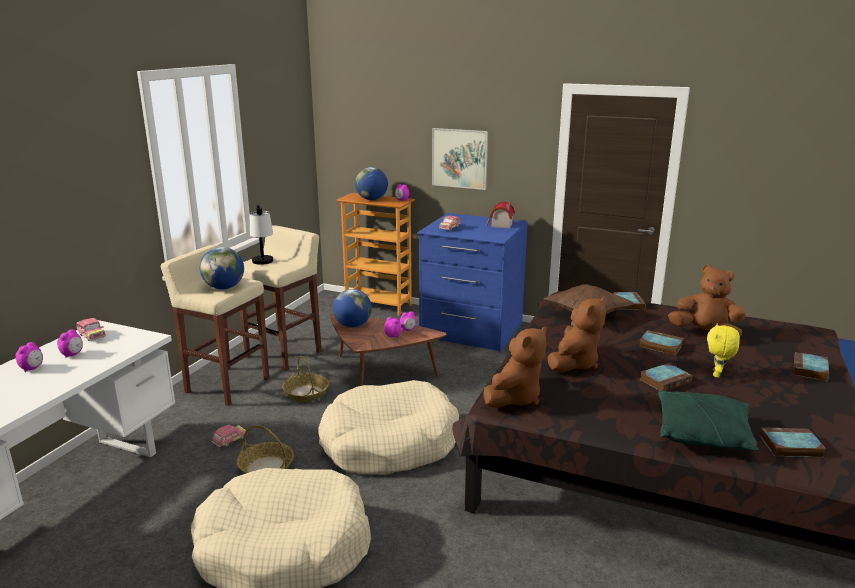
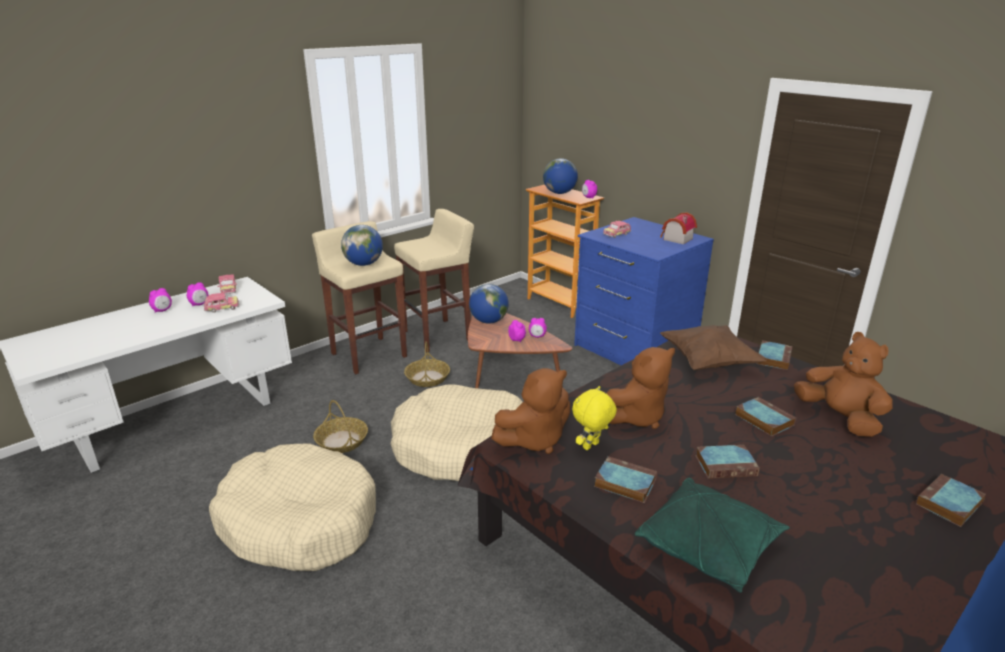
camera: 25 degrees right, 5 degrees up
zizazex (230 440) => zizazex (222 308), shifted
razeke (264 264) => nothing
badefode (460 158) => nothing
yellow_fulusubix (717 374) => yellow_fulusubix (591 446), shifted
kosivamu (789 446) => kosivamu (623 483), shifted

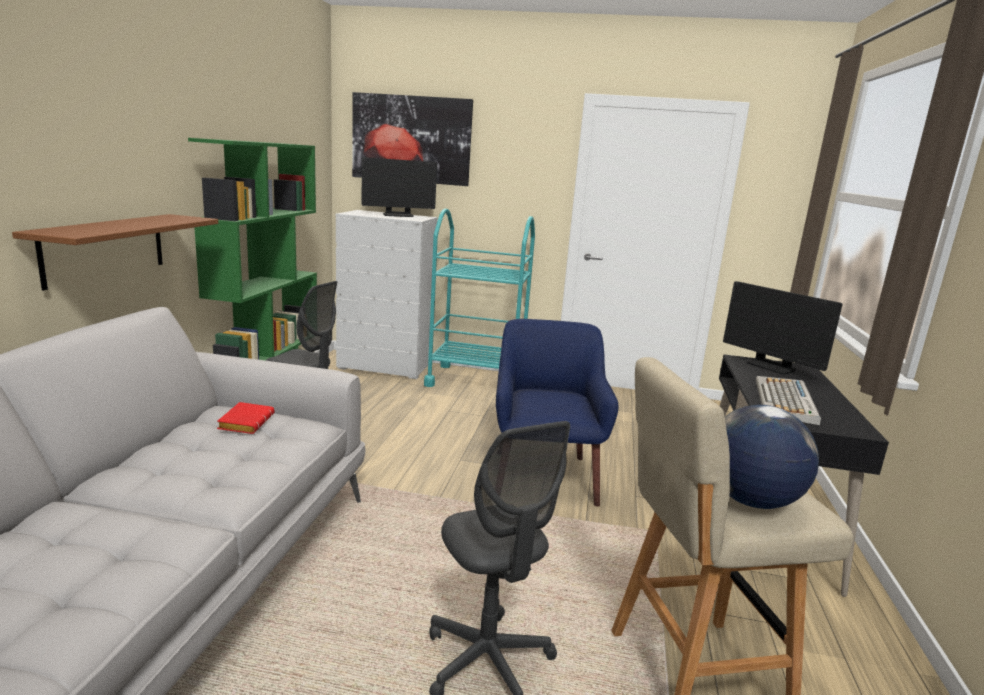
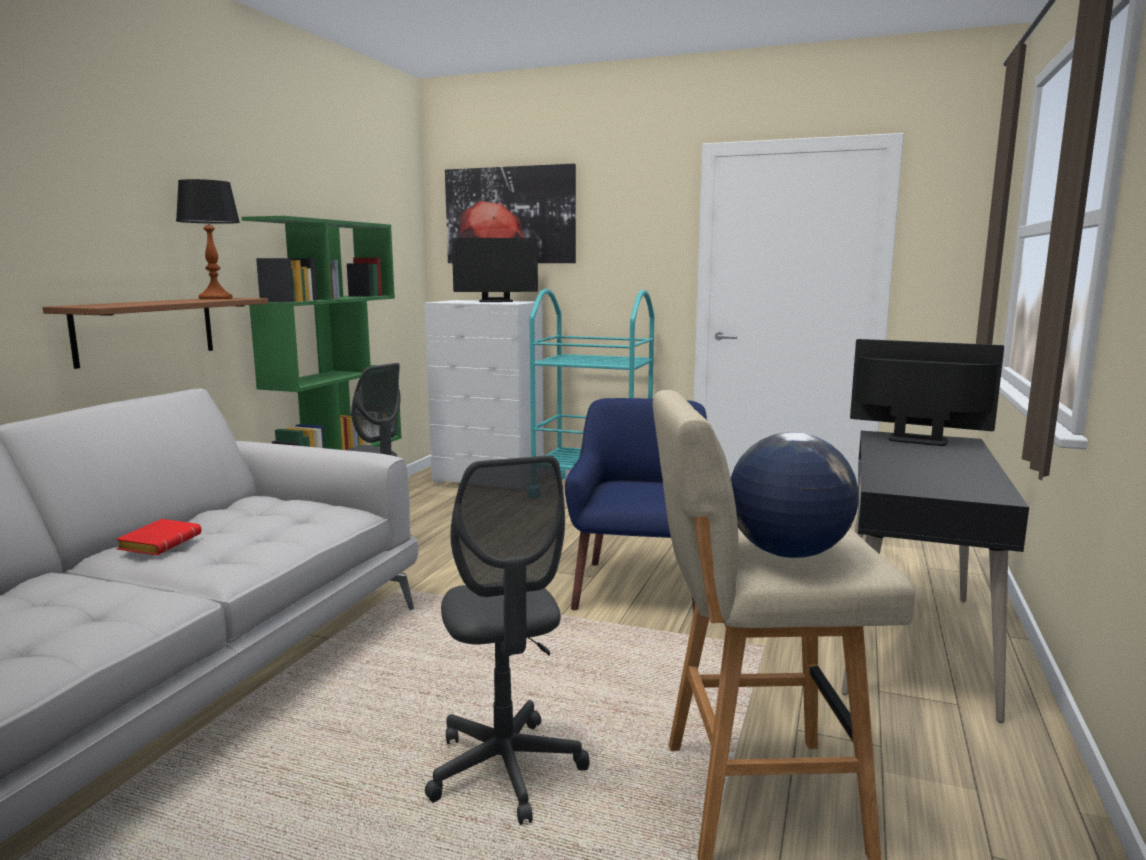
camera: 10 degrees right, 5 degrees down
red_kosivamu (245 422) => red_kosivamu (160 543), shifted
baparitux (770 366) => baparitux (917 440), 150 degrees clockwise
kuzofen (785 401) => nothing
nothing => razeke (215 298)

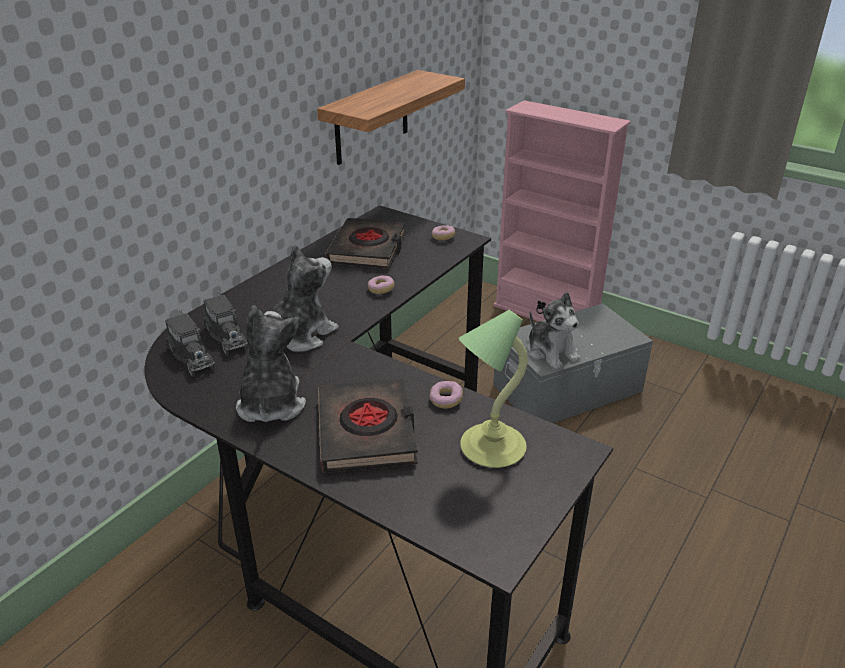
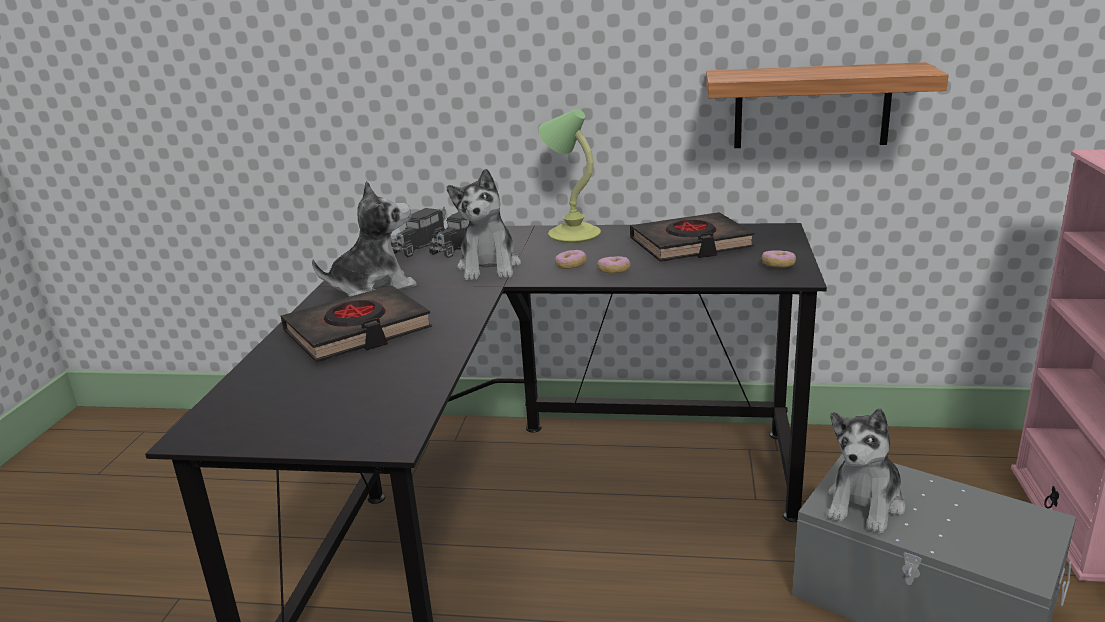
camera: 65 degrees right, 10 degrees down
fulusubix (300 335) => fulusubix (489 267), 75 degrees clockwise
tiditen (446 400) => tiditen (571 266), shifted
razeke (490 447) => razeke (573 234), shifted

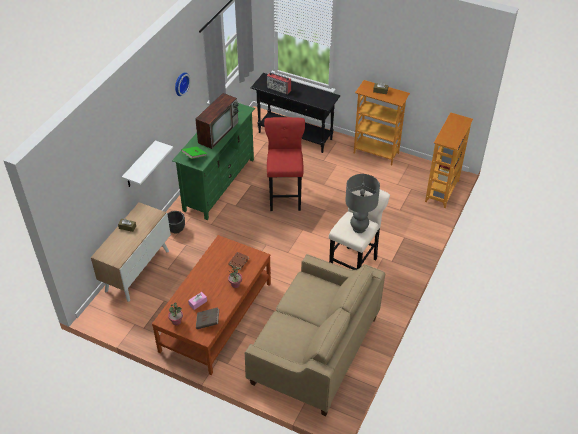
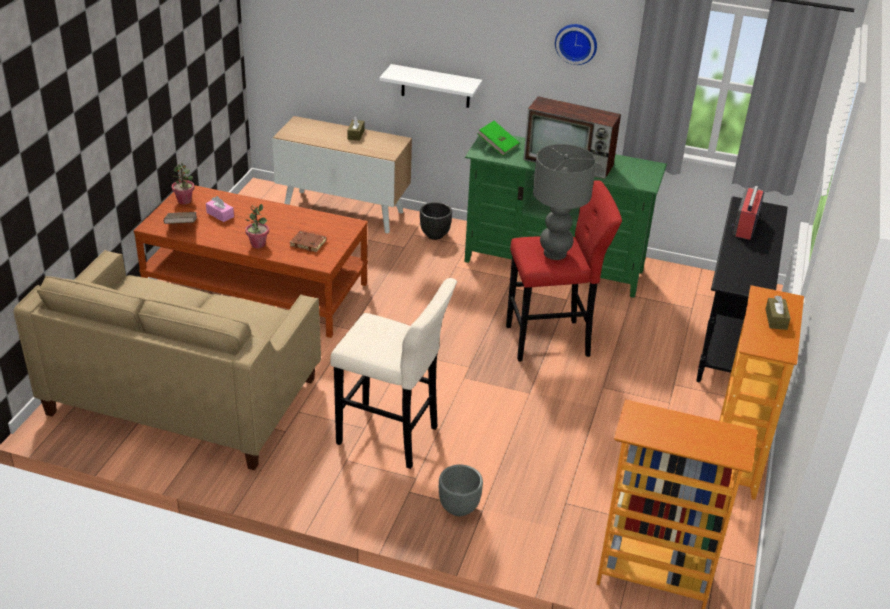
camera: 80 degrees right, 10 degrees down
grey_razeke (359 228) => grey_razeke (555 253), shifted
nothing => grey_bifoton (459 508)

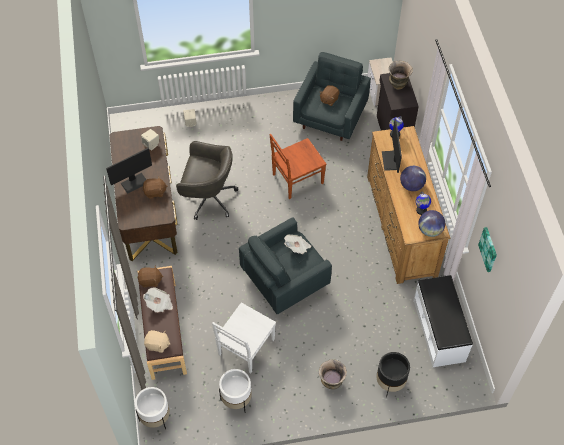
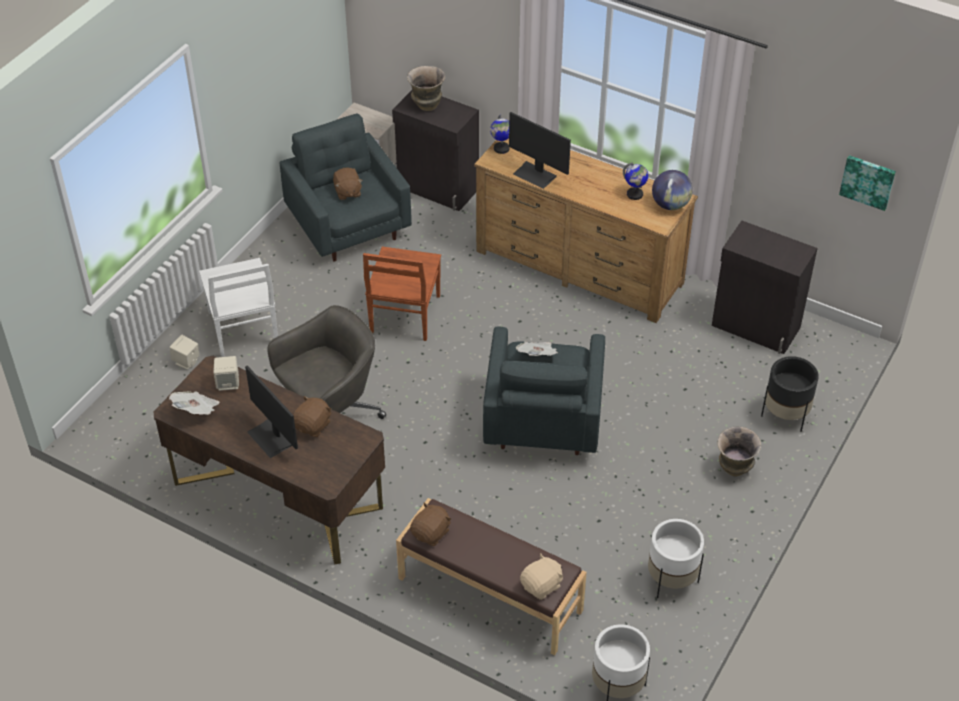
camera: 50 degrees left, 10 degrees down
baparitux (134 182) => baparitux (271 438), 135 degrees clockwise
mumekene (159 304) => mumekene (196 410), shifted
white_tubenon (245 348) => white_tubenon (243 329), shifted
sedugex (411 185) => nothing
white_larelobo (439 330) => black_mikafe (755 327)
badefode (489 249) => badefode (867 181), shifted

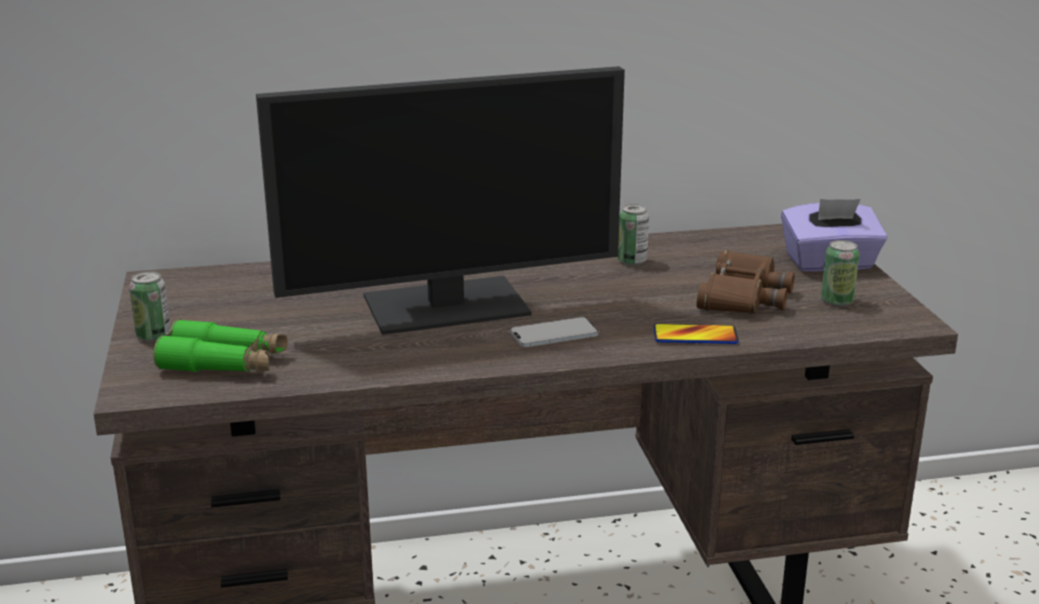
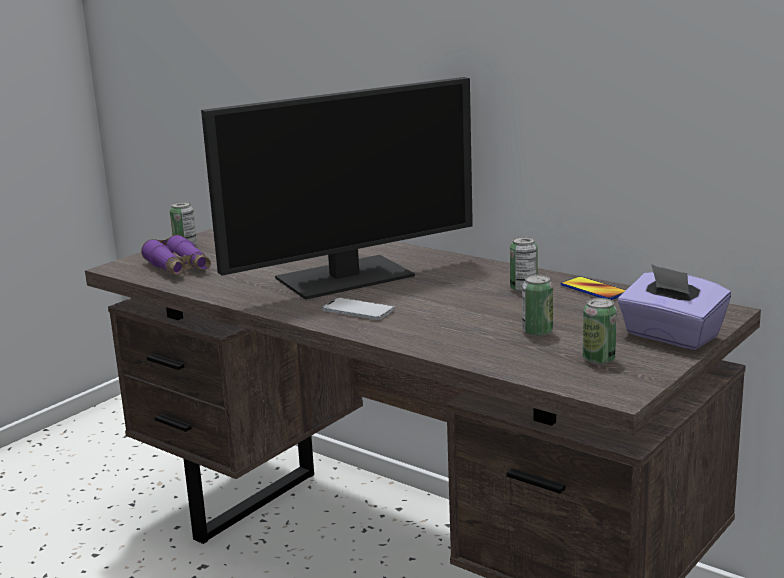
camera: 50 degrees right, 5 degrees down
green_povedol (224 363) => purple_povedol (178 268)
baparitux (448 305) => baparitux (346 277), 60 degrees counterclockwise
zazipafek (695 336) => zazipafek (594 290), shifted
brown_povedol (742 296) => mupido (537 332)

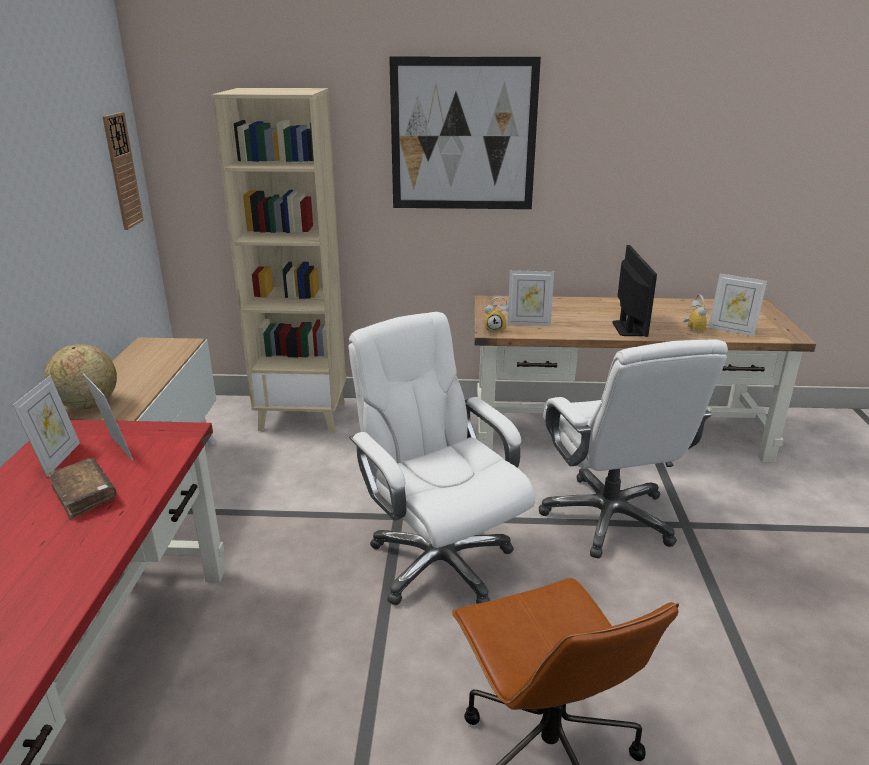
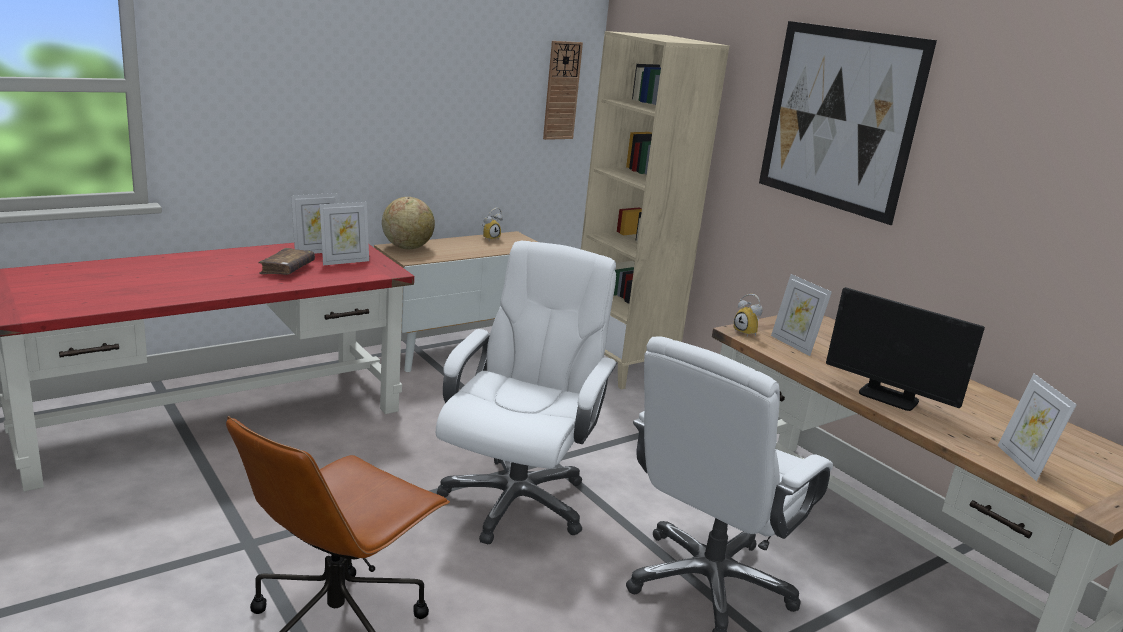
camera: 50 degrees right, 5 degrees down
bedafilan (115 450) => bedafilan (344 261), 45 degrees clockwise
baparitux (628 328) => baparitux (888 397), 75 degrees clockwise
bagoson (691 330) => bagoson (490 238), shifted

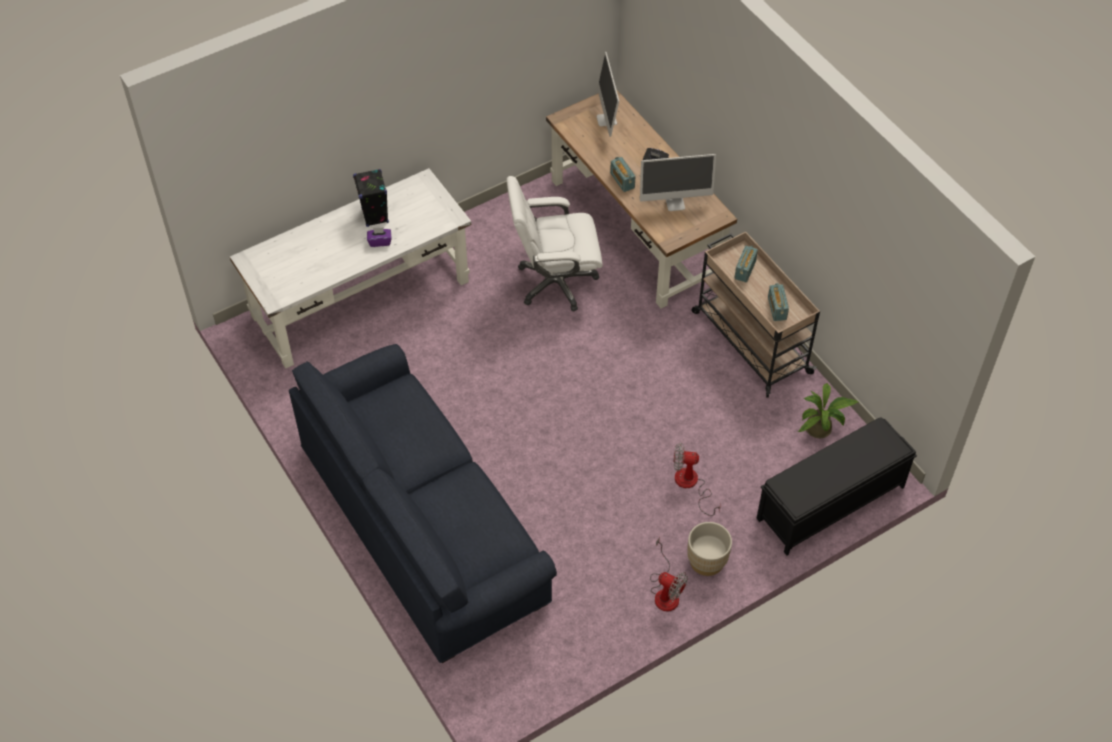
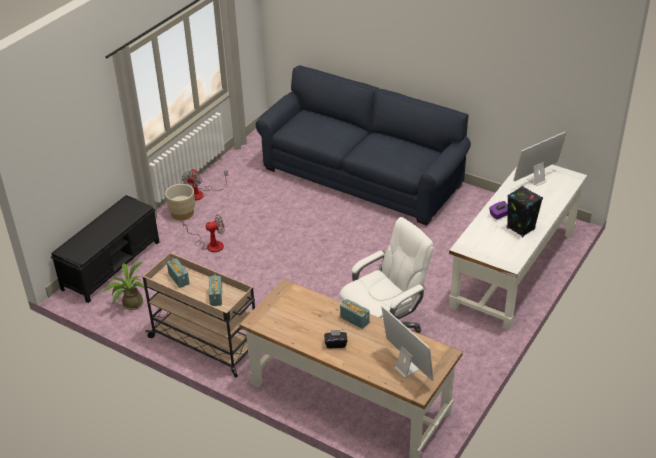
camera: 155 degrees right, 15 degrees down
baparitux (675 203) => baparitux (536 180), shifted
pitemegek (665 592) => pitemegek (201 193), 90 degrees counterclockwise

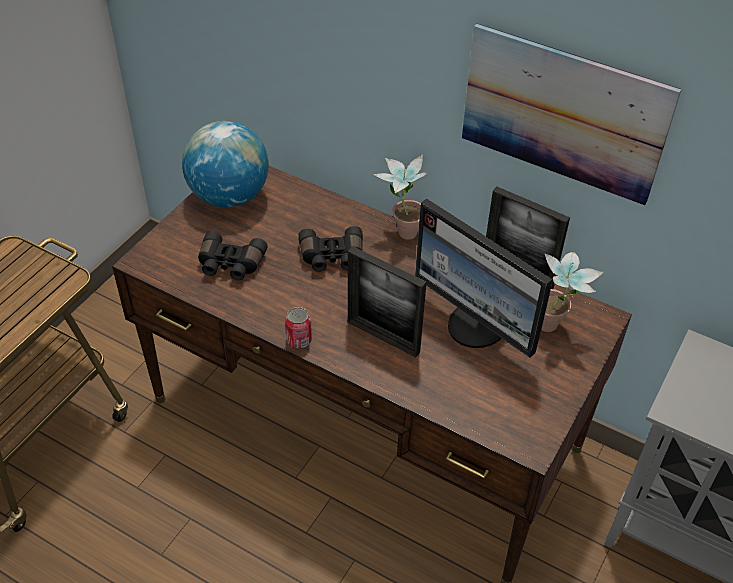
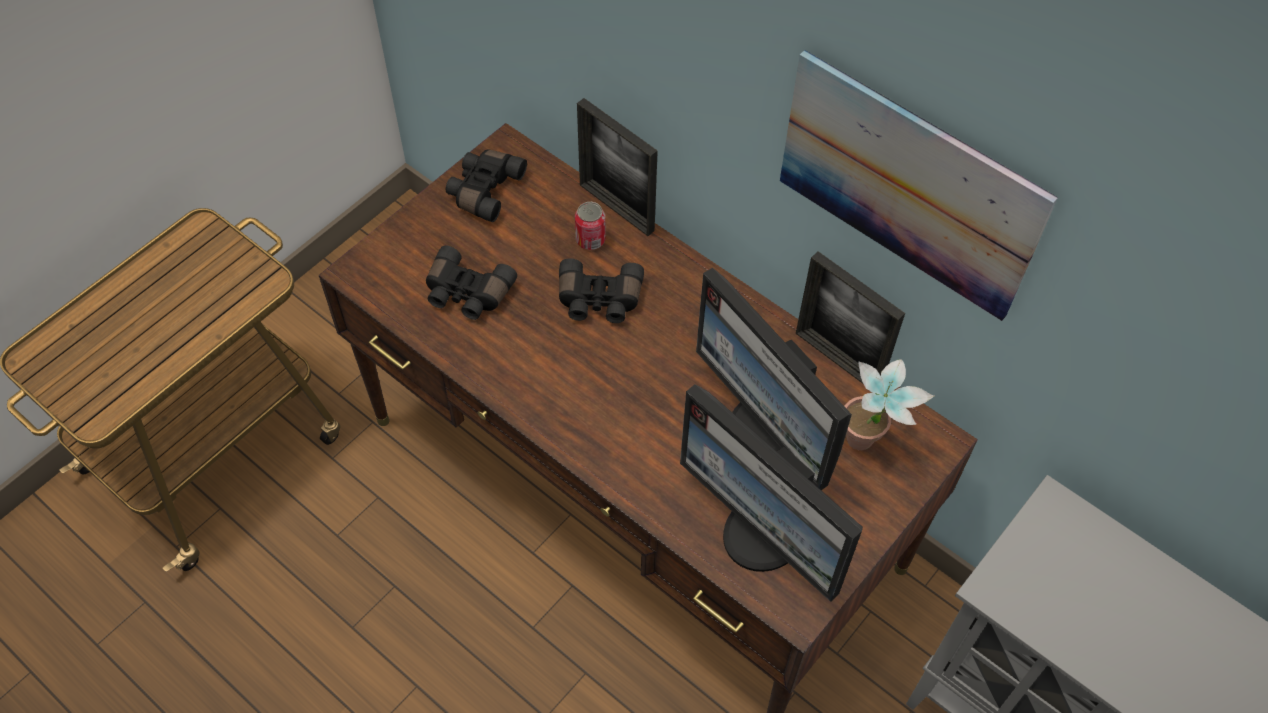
camera: 10 degrees right, 10 degrees up
sedugex (229 196) => black_povedol (484 190)
mupido (299 340) => mupido (590 239), shifted
bedafilan (383 337) => bedafilan (616 207), shifted
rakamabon (401 230) => nothing
nothing => baparitux (763 536)

